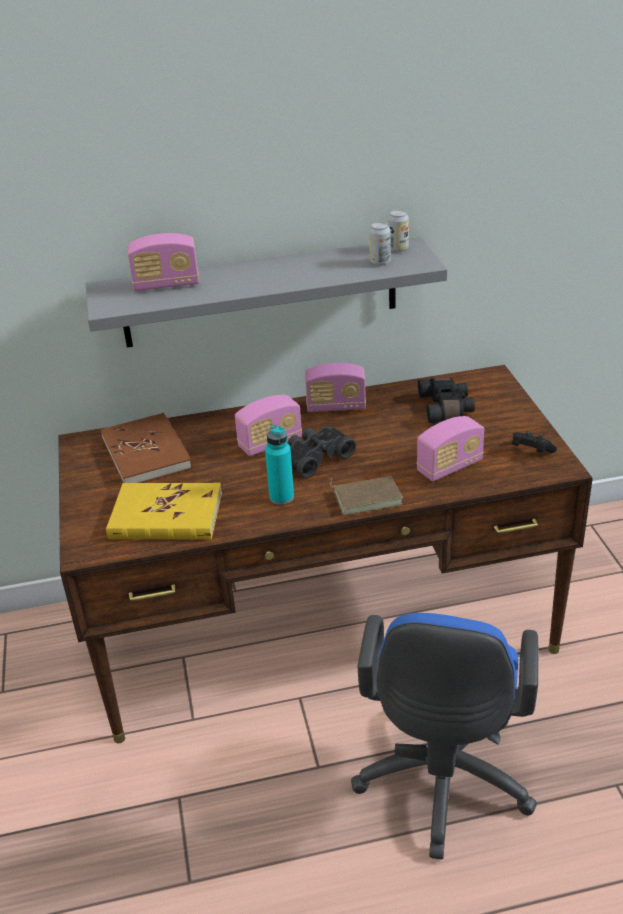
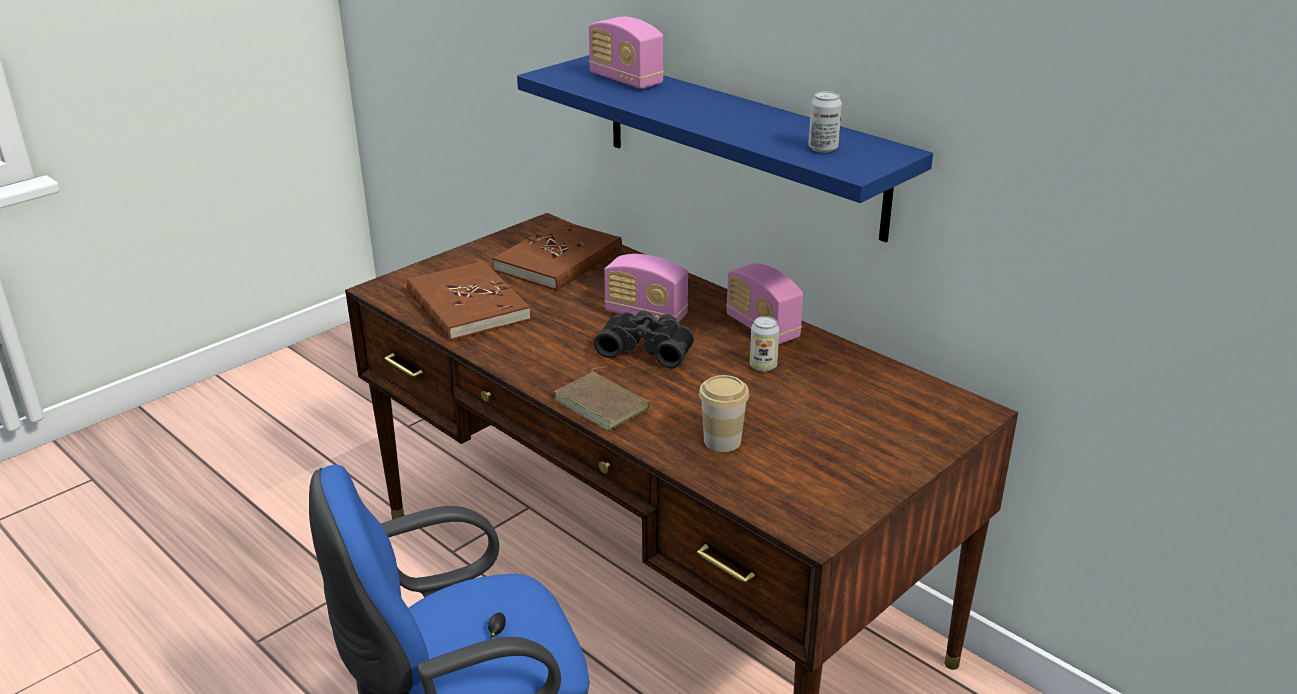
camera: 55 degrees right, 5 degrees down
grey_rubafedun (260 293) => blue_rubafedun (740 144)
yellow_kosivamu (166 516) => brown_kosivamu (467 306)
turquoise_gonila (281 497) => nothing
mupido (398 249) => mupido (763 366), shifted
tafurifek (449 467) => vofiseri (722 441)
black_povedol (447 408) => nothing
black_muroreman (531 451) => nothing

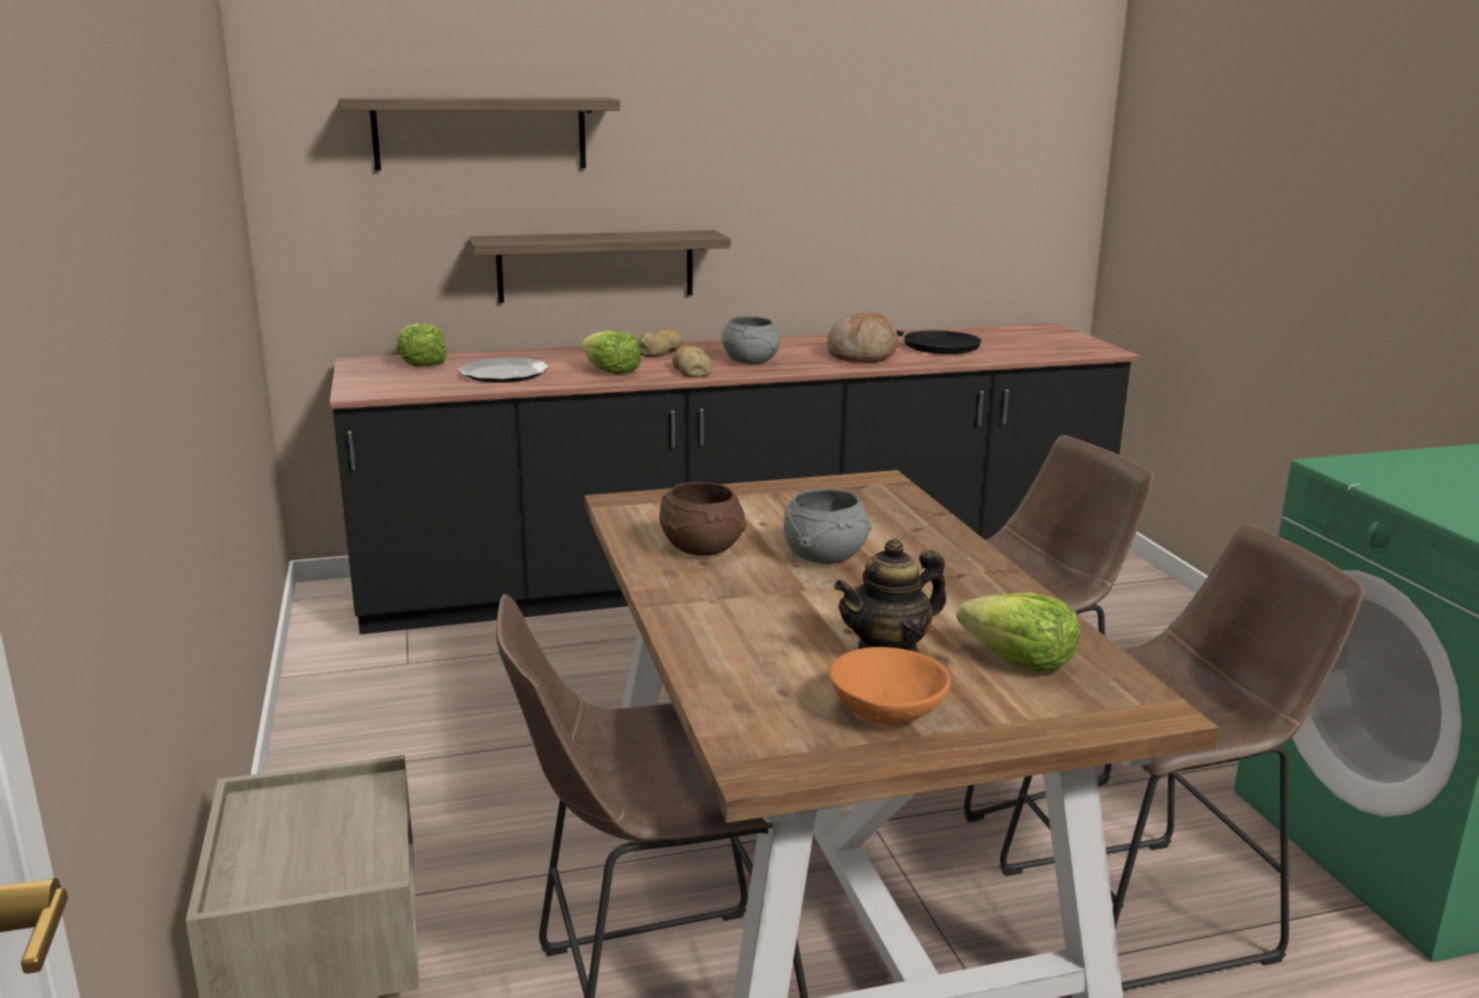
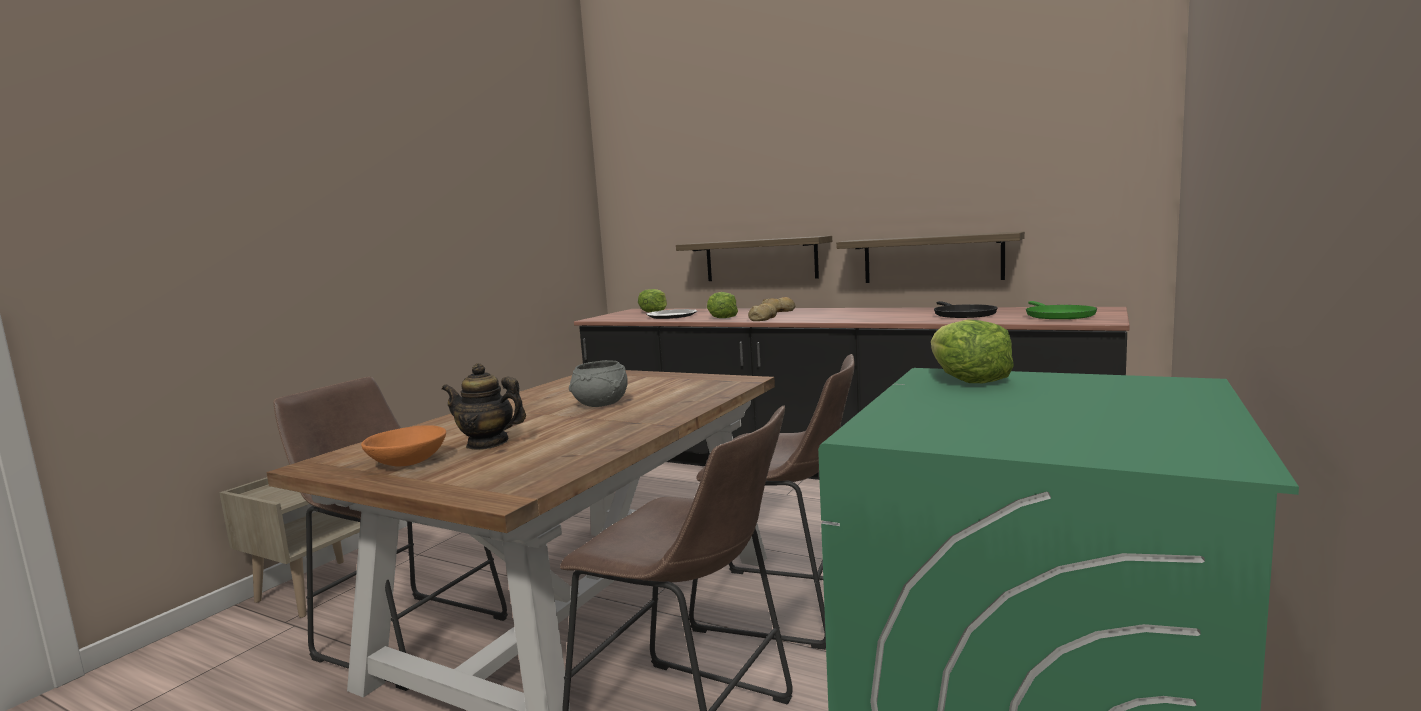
camera: 45 degrees right, 10 degrees down
rubafedun (480 133) => rubafedun (932 258), shifted
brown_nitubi (701 548) => nothing
grey_nitubi (750 361) => nothing
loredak (863 355) => nothing
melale (1019 661) => melale (967 379), shifted
nothing => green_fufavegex (1058 315)

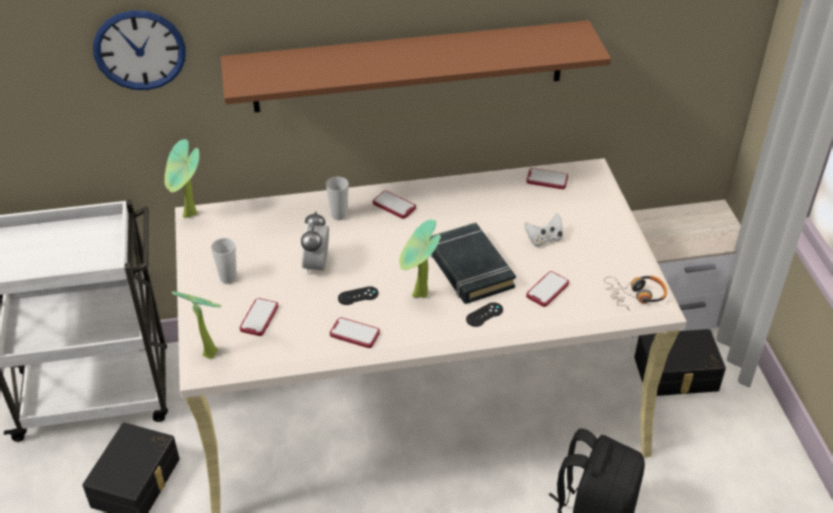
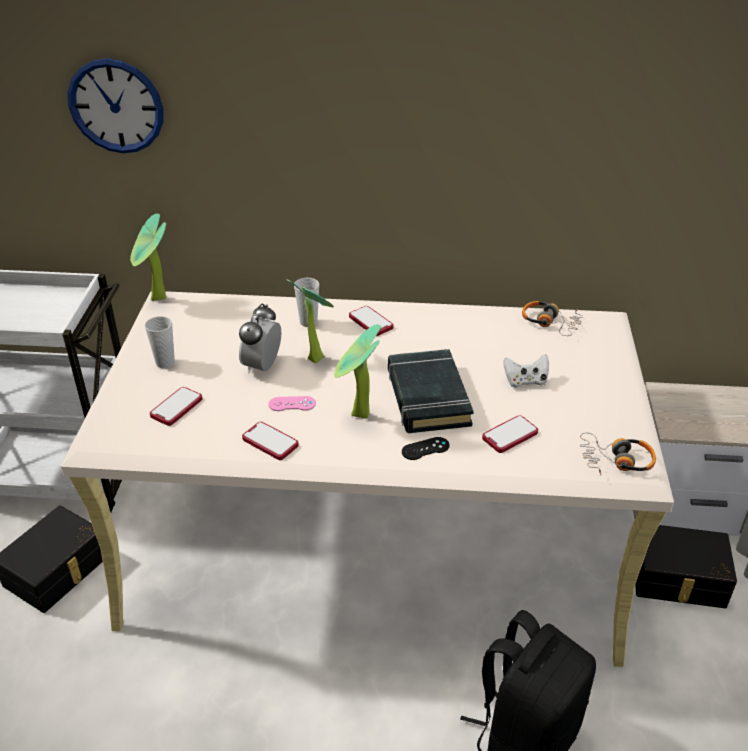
camera: 15 degrees right, 5 degrees down
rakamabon (209 351) => rakamabon (315 356), shifted
brown_rubafedun (409 66) => nothing
black_muroreman (358 296) => pink_muroreman (292 404)
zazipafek (547 180) => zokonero (550 323)

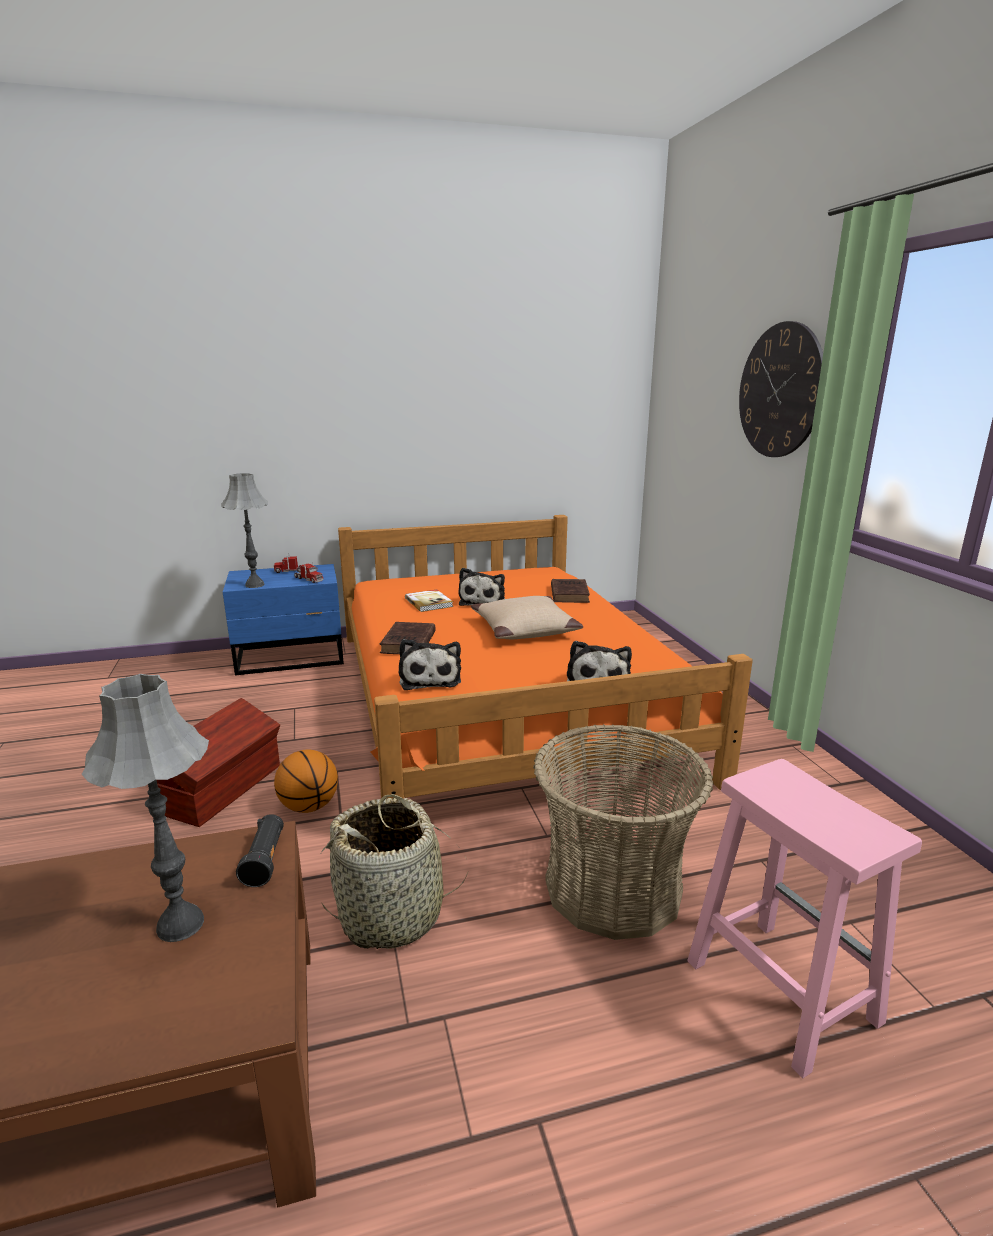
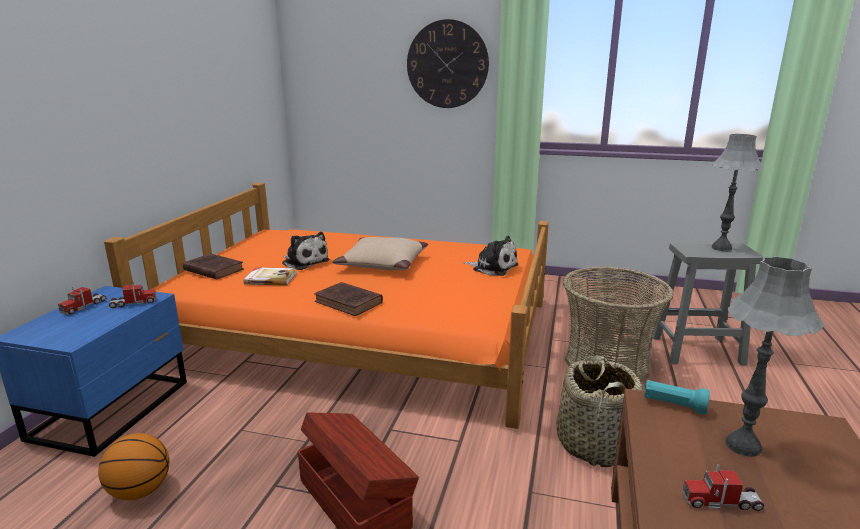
camera: 60 degrees left, 0 degrees up
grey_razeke (254 585) => grey_razeke (721 248), shifted
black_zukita (265 860) => turquoise_zukita (673 405)
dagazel (309 806) => dagazel (140 491), shifted
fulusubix (430 678) => nothing
brown_kosivamu (569 594) => brown_kosivamu (212 269), shifted
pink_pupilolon (778 989) => grey_pupilolon (695 350)
nothing => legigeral (721 501)

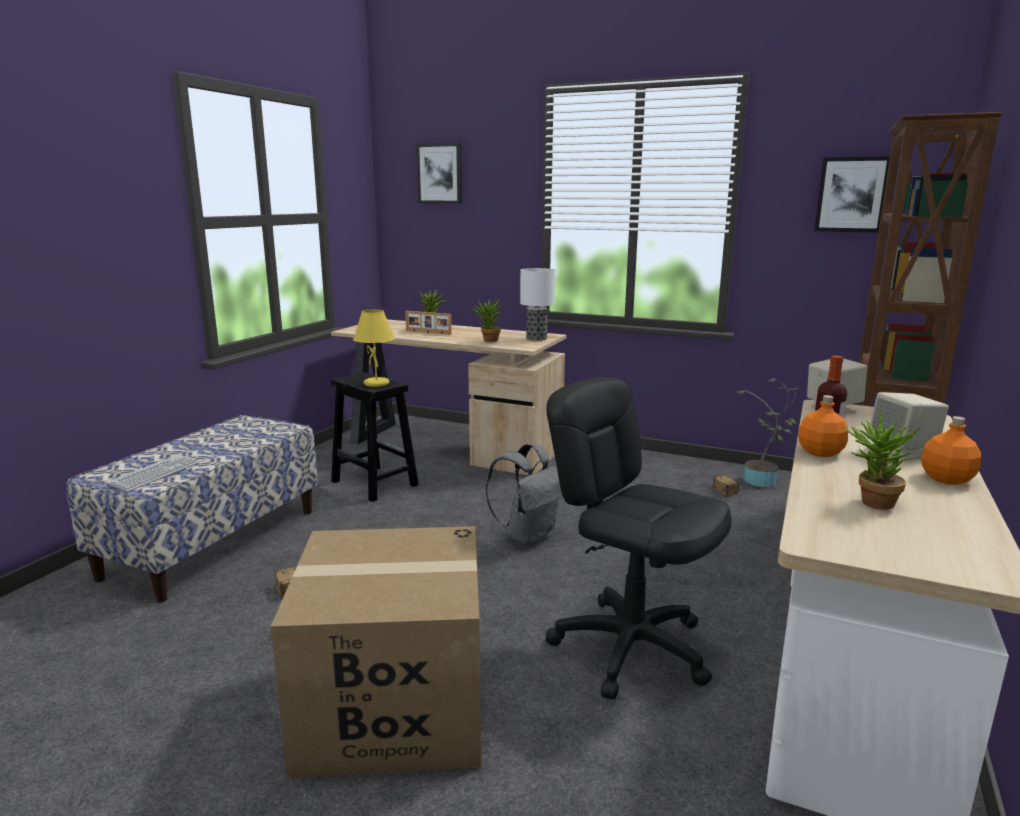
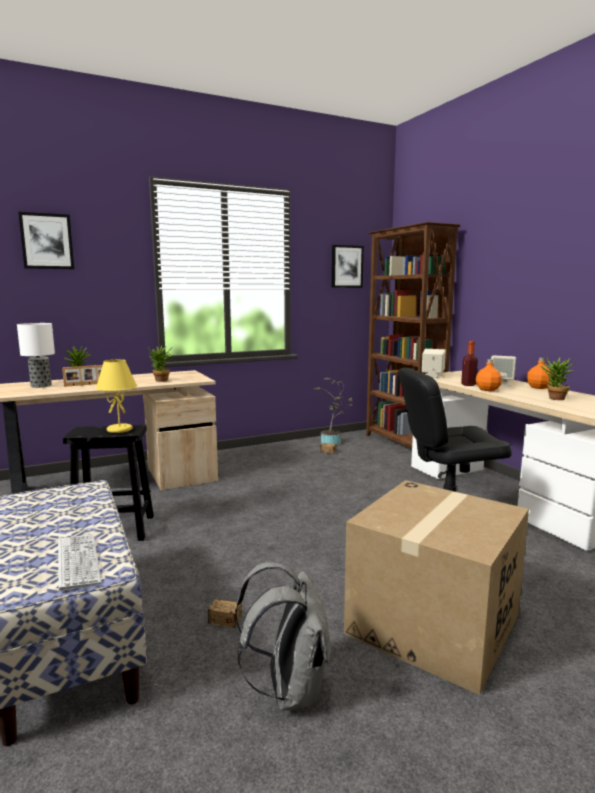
camera: 50 degrees left, 5 degrees down
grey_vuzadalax (529 536) => grey_vuzadalax (289 689), shifted
razeke (536 339) => razeke (41 386), shifted

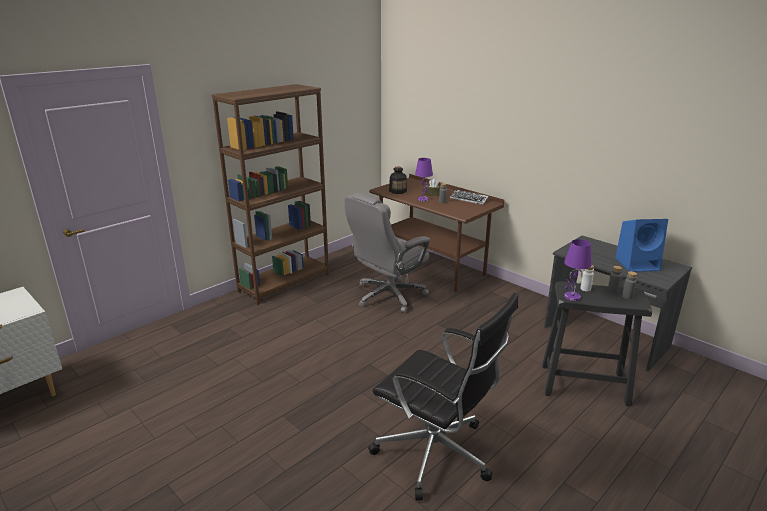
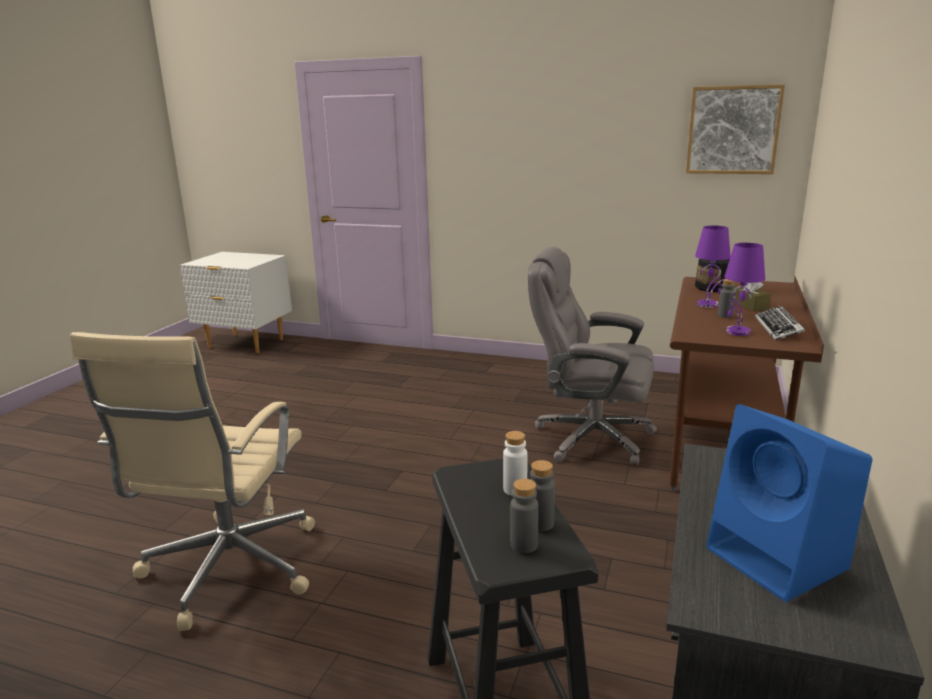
camera: 65 degrees right, 5 degrees down
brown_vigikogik (284 282) => nothing
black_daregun (436 454) => beige_daregun (228 570)
purple_razeke (571 297) => purple_razeke (737 332), shifted
nothing => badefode (733 130)

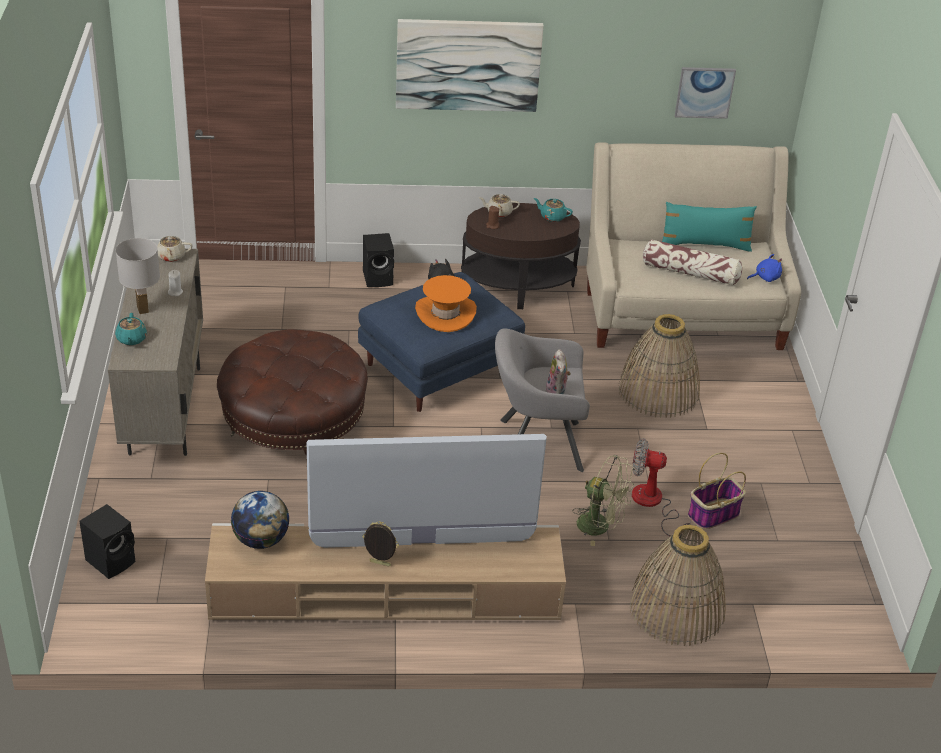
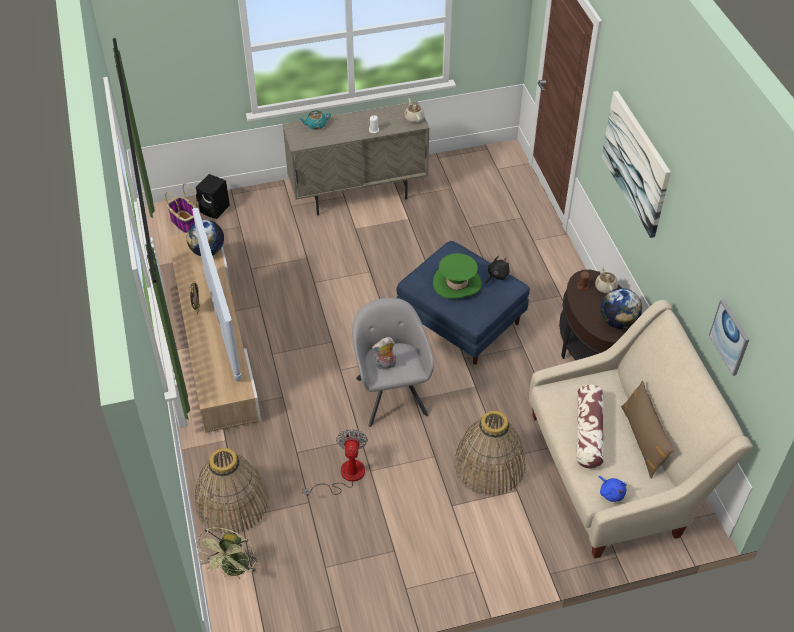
camera: 80 degrees right, 10 degrees up
white_razeke (142 309) => nothing
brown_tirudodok (294 425) => nothing
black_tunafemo (379 278) => nothing
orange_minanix (445 313) => green_minanix (457 283)
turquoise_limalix (552 217) => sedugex (618 322)
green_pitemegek (600 526) => green_pitemegek (234 570), shifted
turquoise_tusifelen (705 244) => brown_tusifelen (643 440)
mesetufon (713 515) => mesetufon (185 222), shifted

